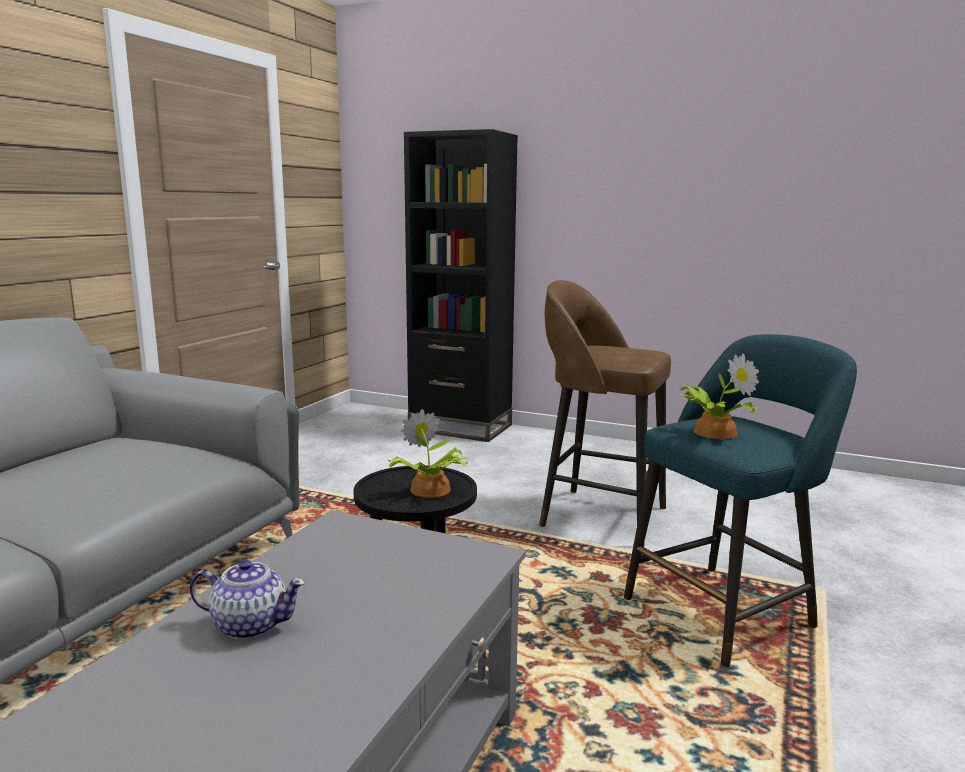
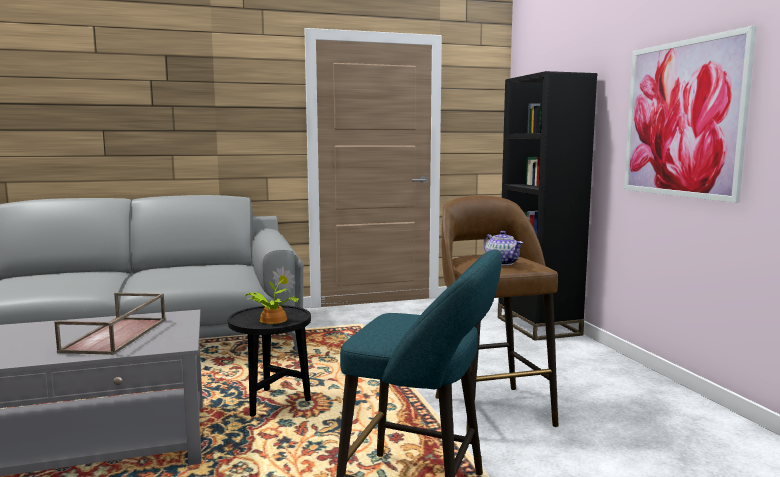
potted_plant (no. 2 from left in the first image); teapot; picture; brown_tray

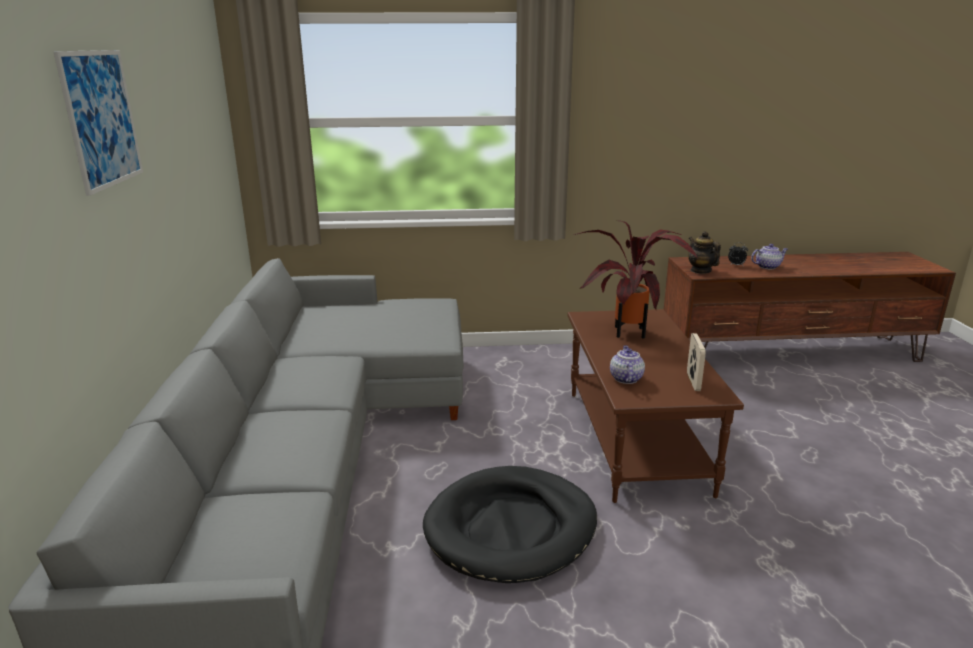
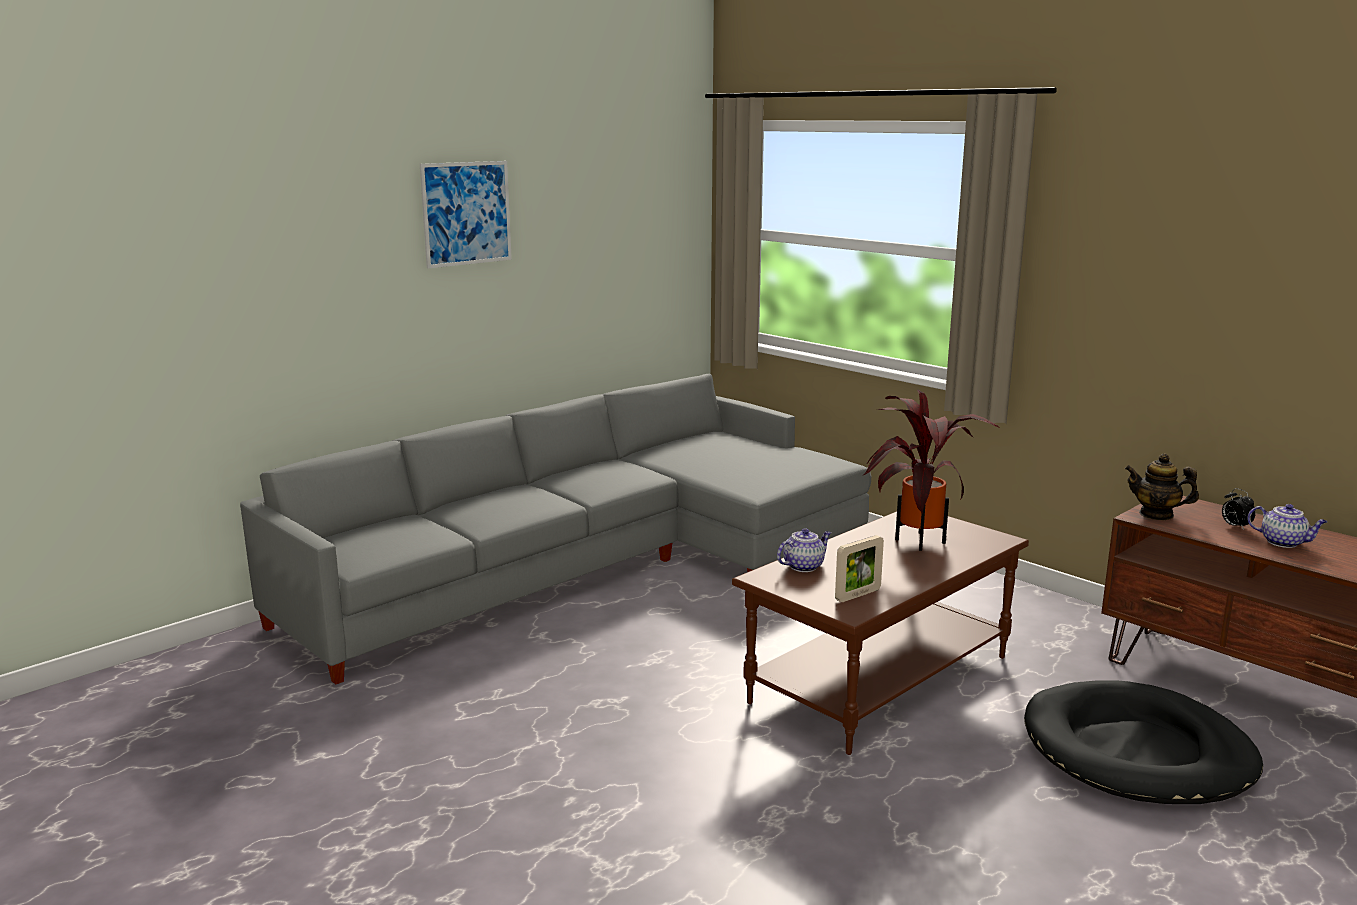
teapot (no. 2 from left); black_dog_bed

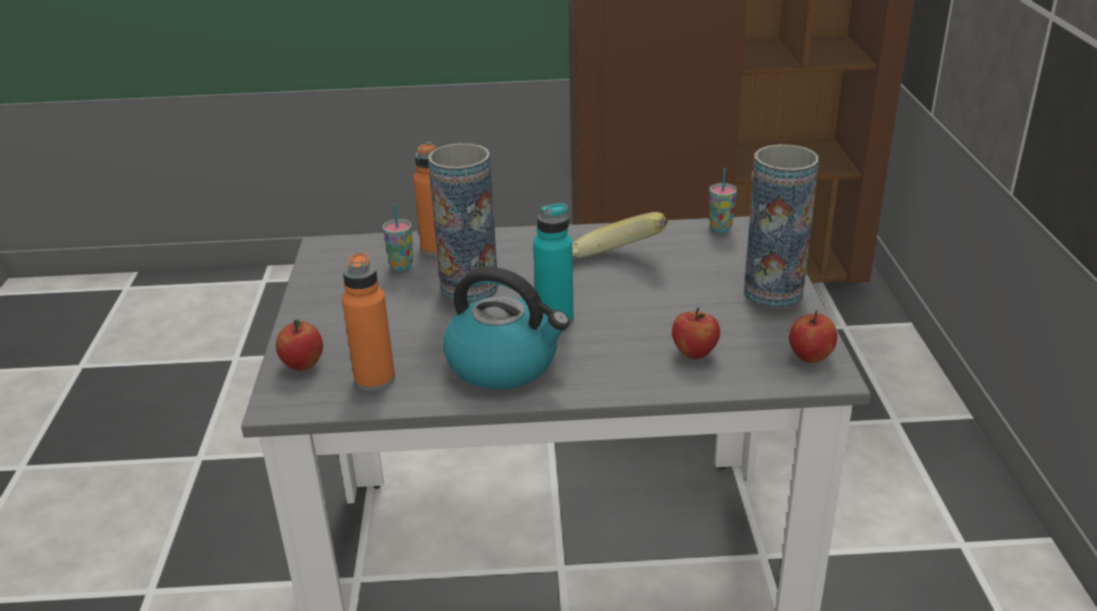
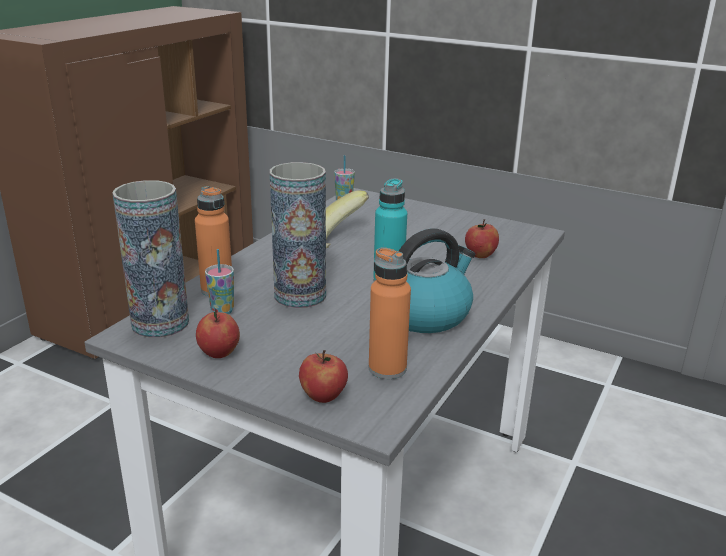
vase (no. 1 from left); apple (no. 1 from left)

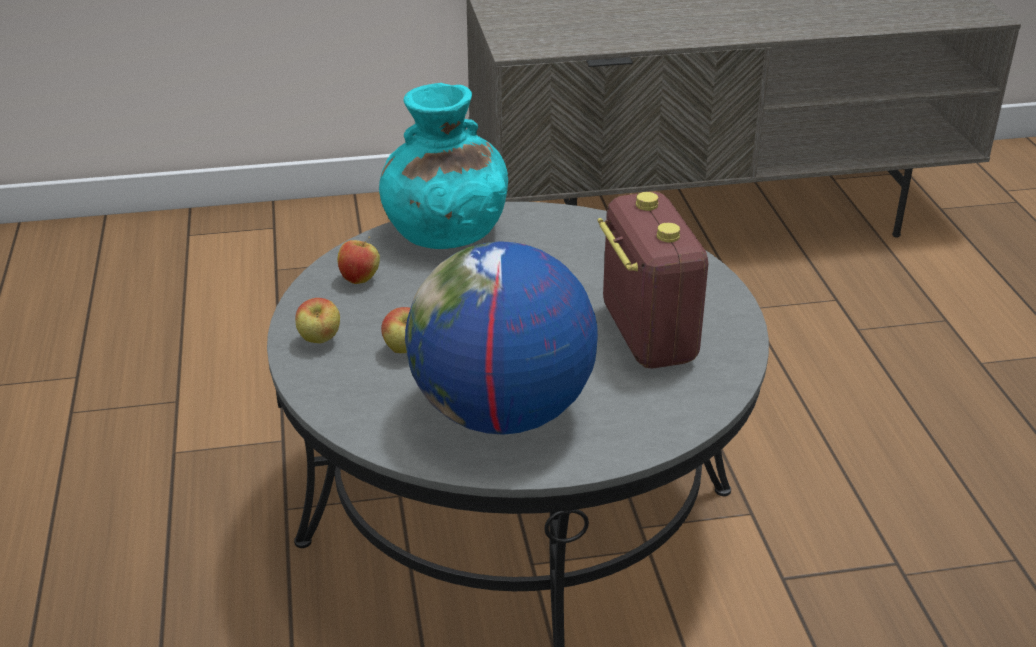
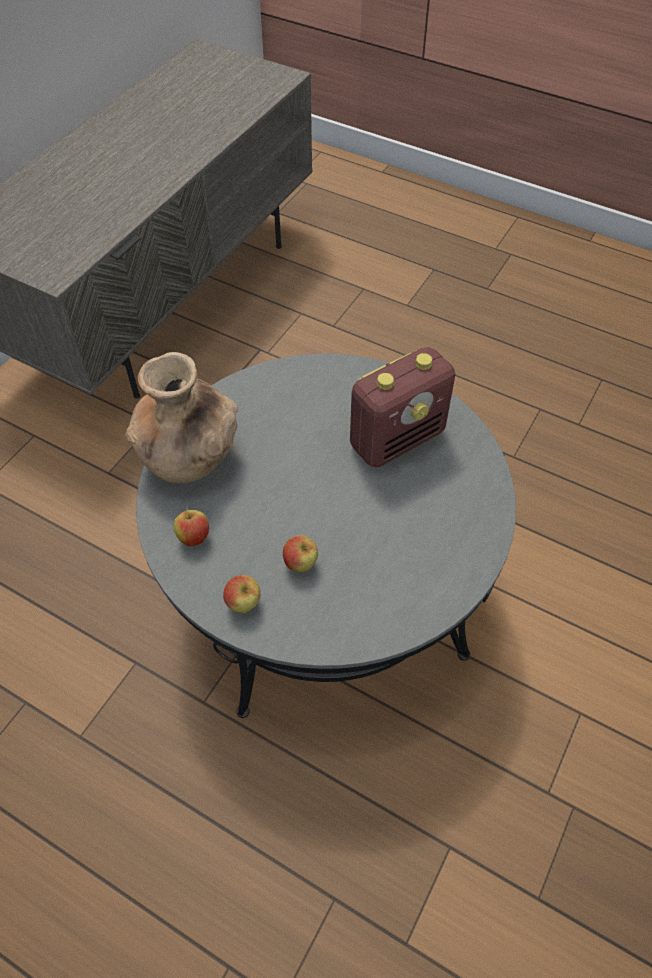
brown_vase; radio; globe

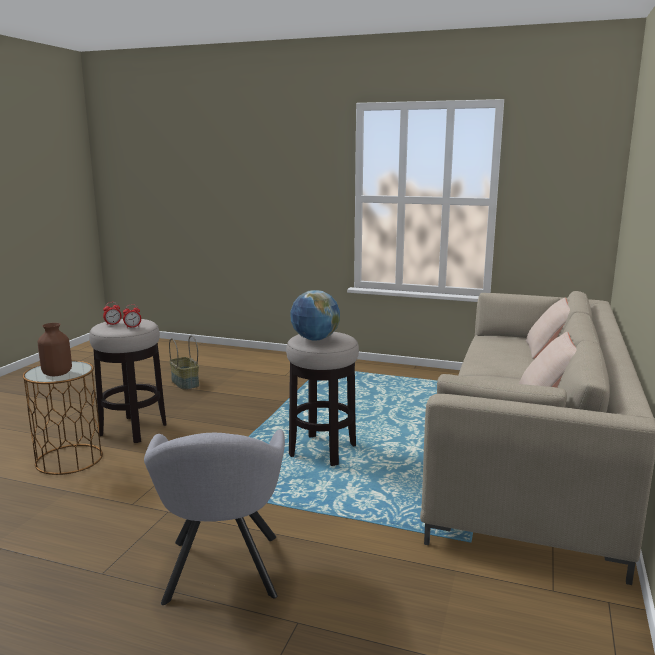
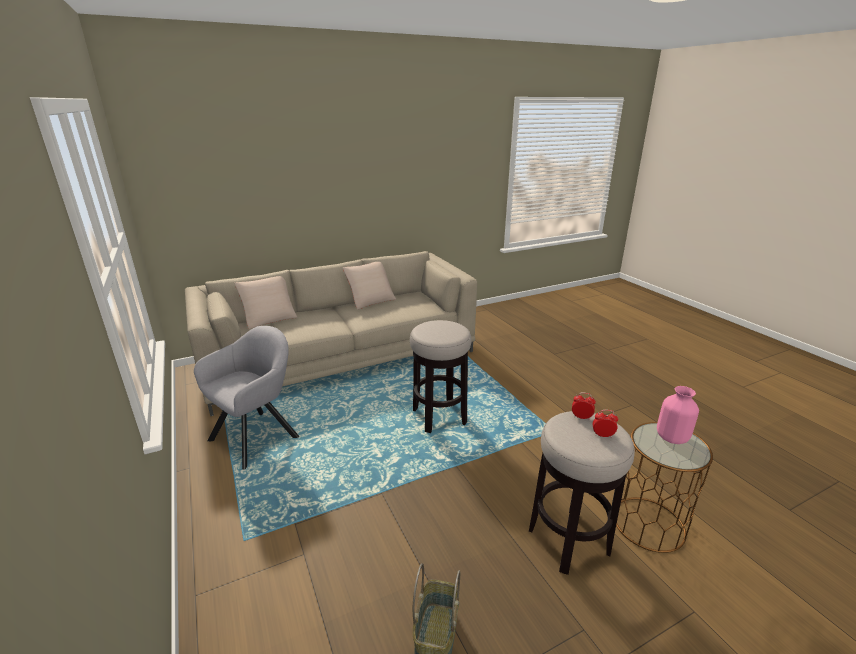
globe; pink_vase; grey_armchair

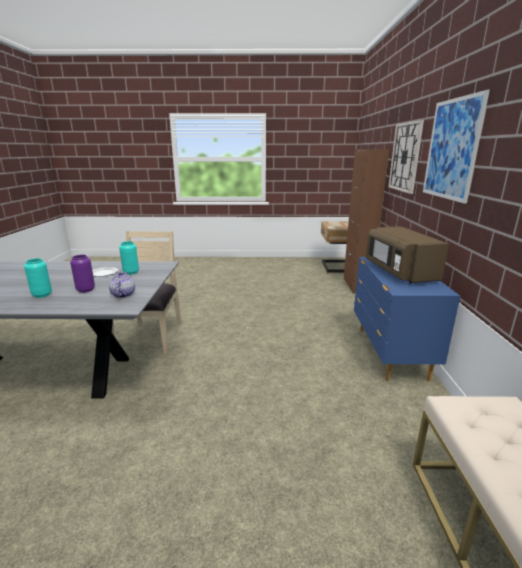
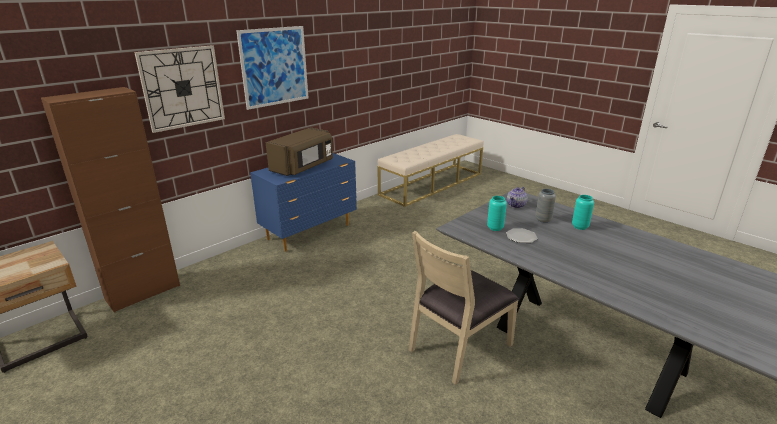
grey_vase

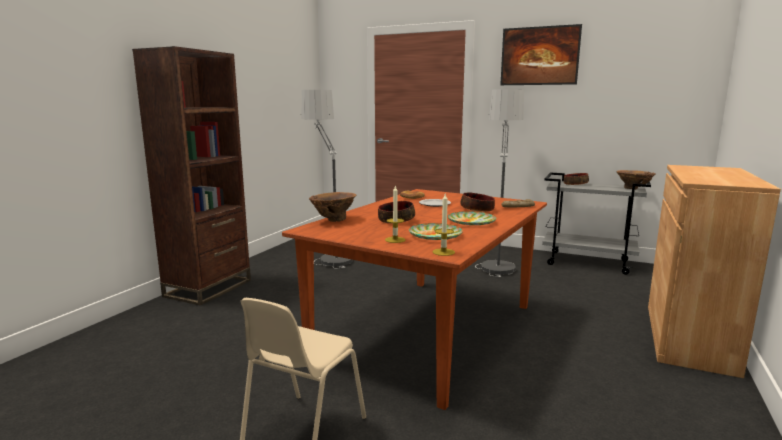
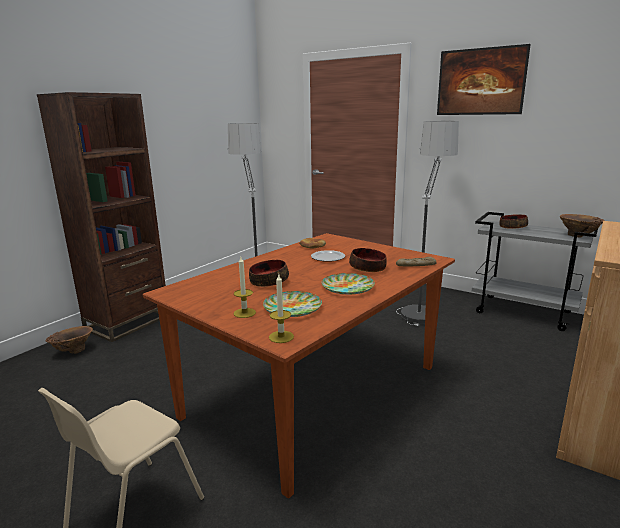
brown_vase (no. 1 from left)

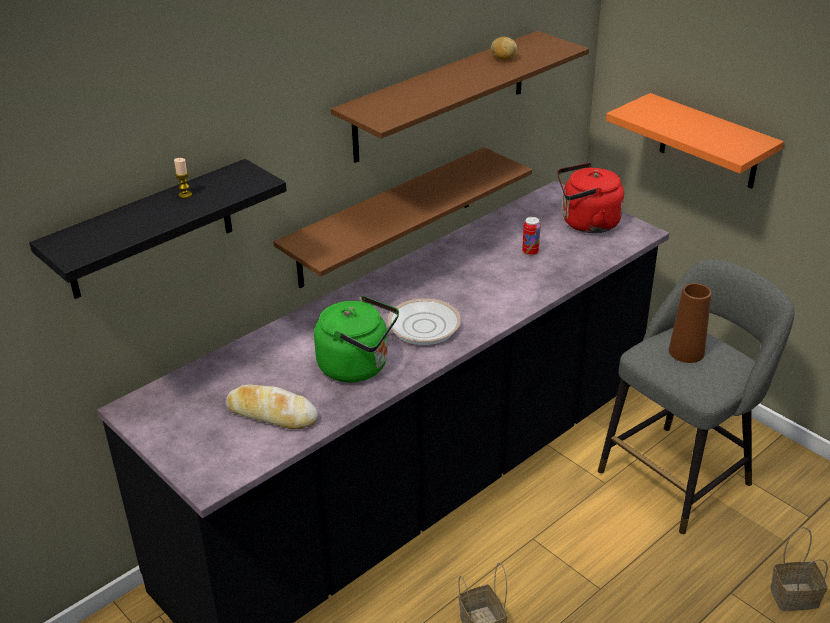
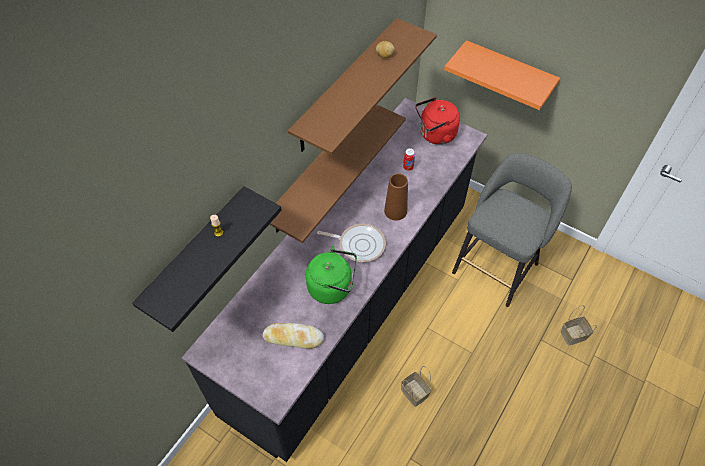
brown_vase

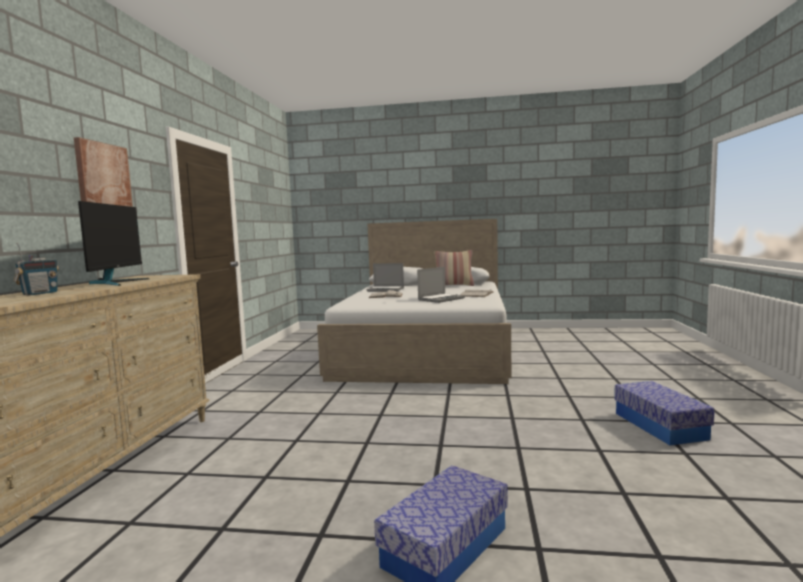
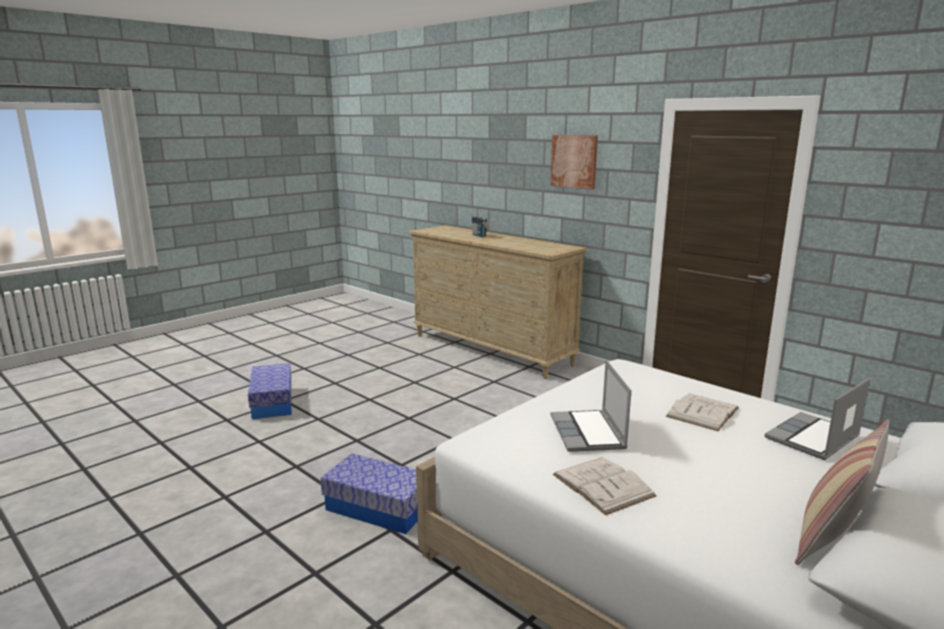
monitor; storage_box (no. 2 from left)

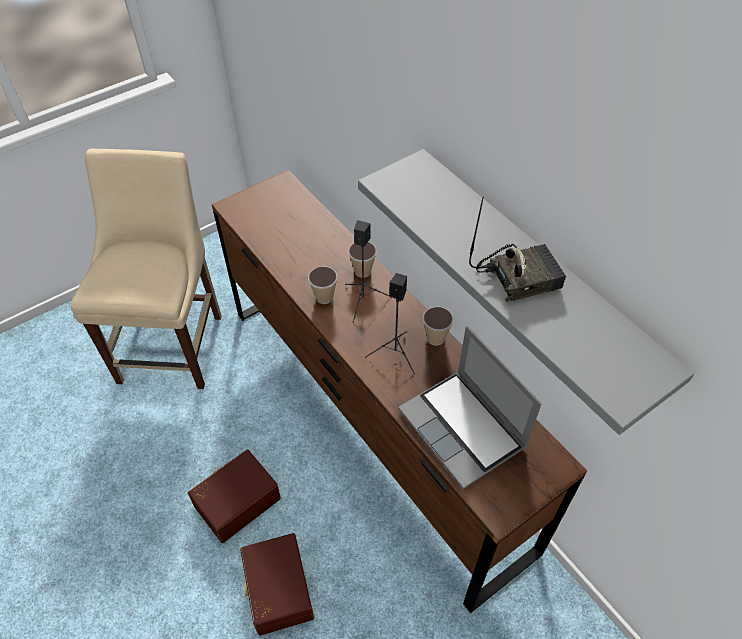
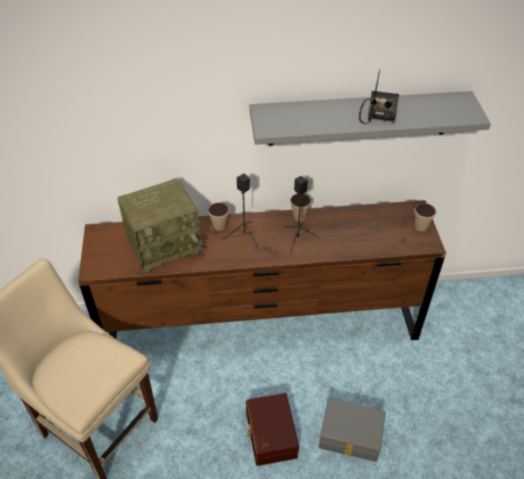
cup (no. 3 from left); laptop; grey_storage_box; radio (no. 1 from left)

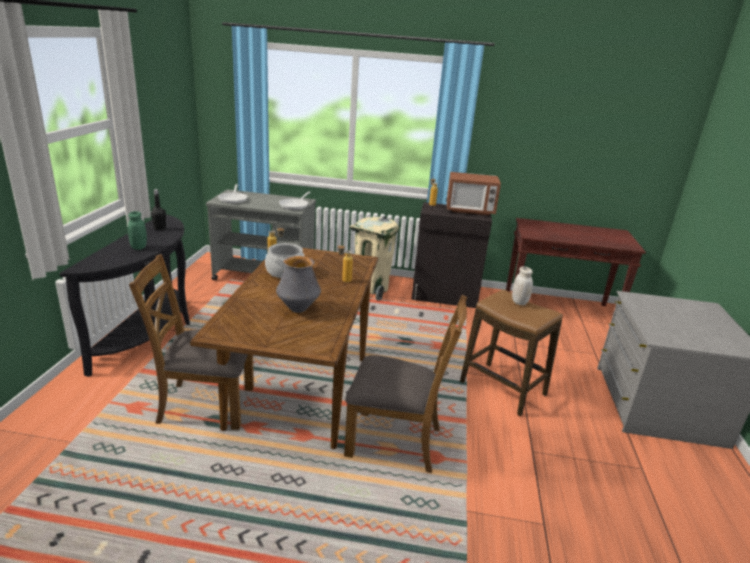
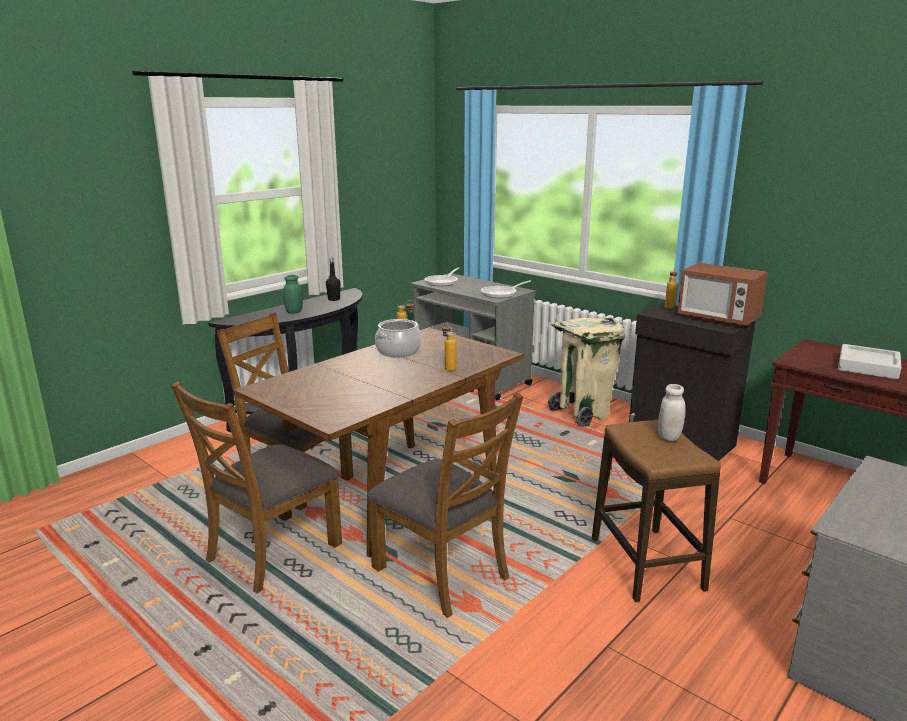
vase; grey_tray; brown_chair (no. 1 from left)

